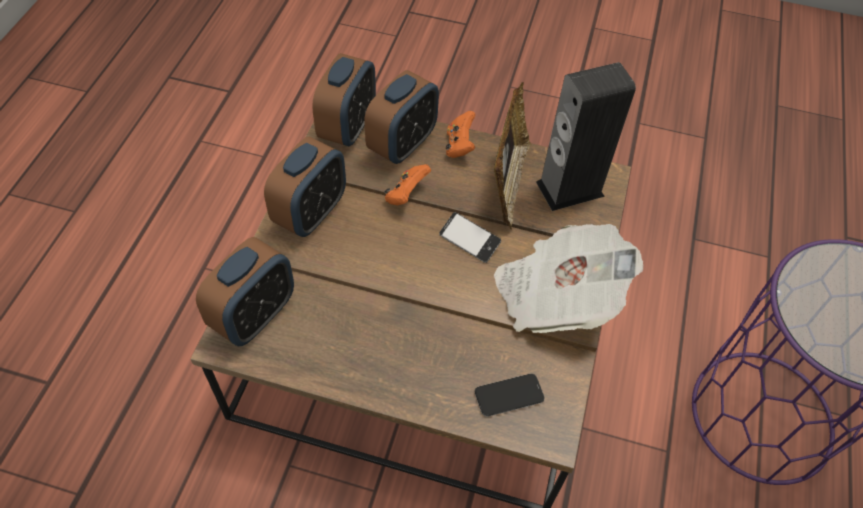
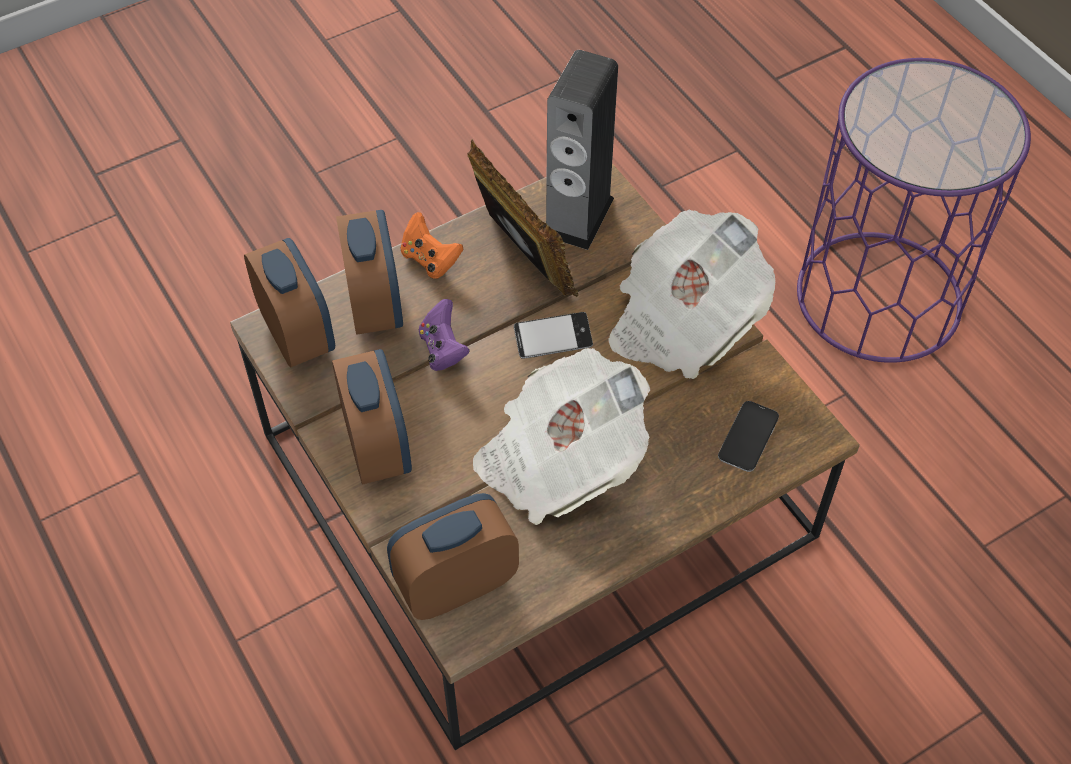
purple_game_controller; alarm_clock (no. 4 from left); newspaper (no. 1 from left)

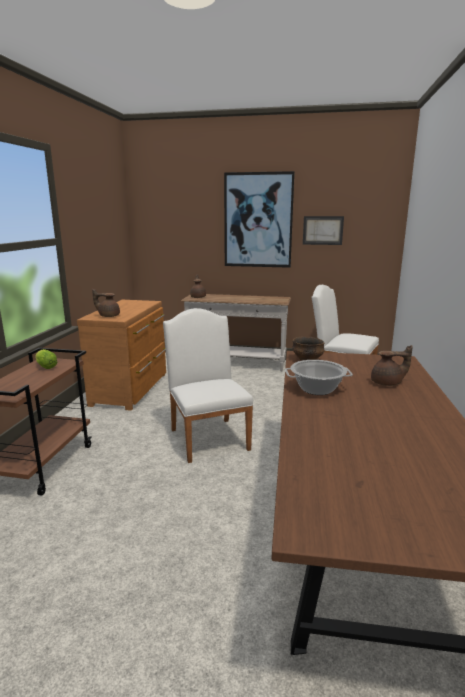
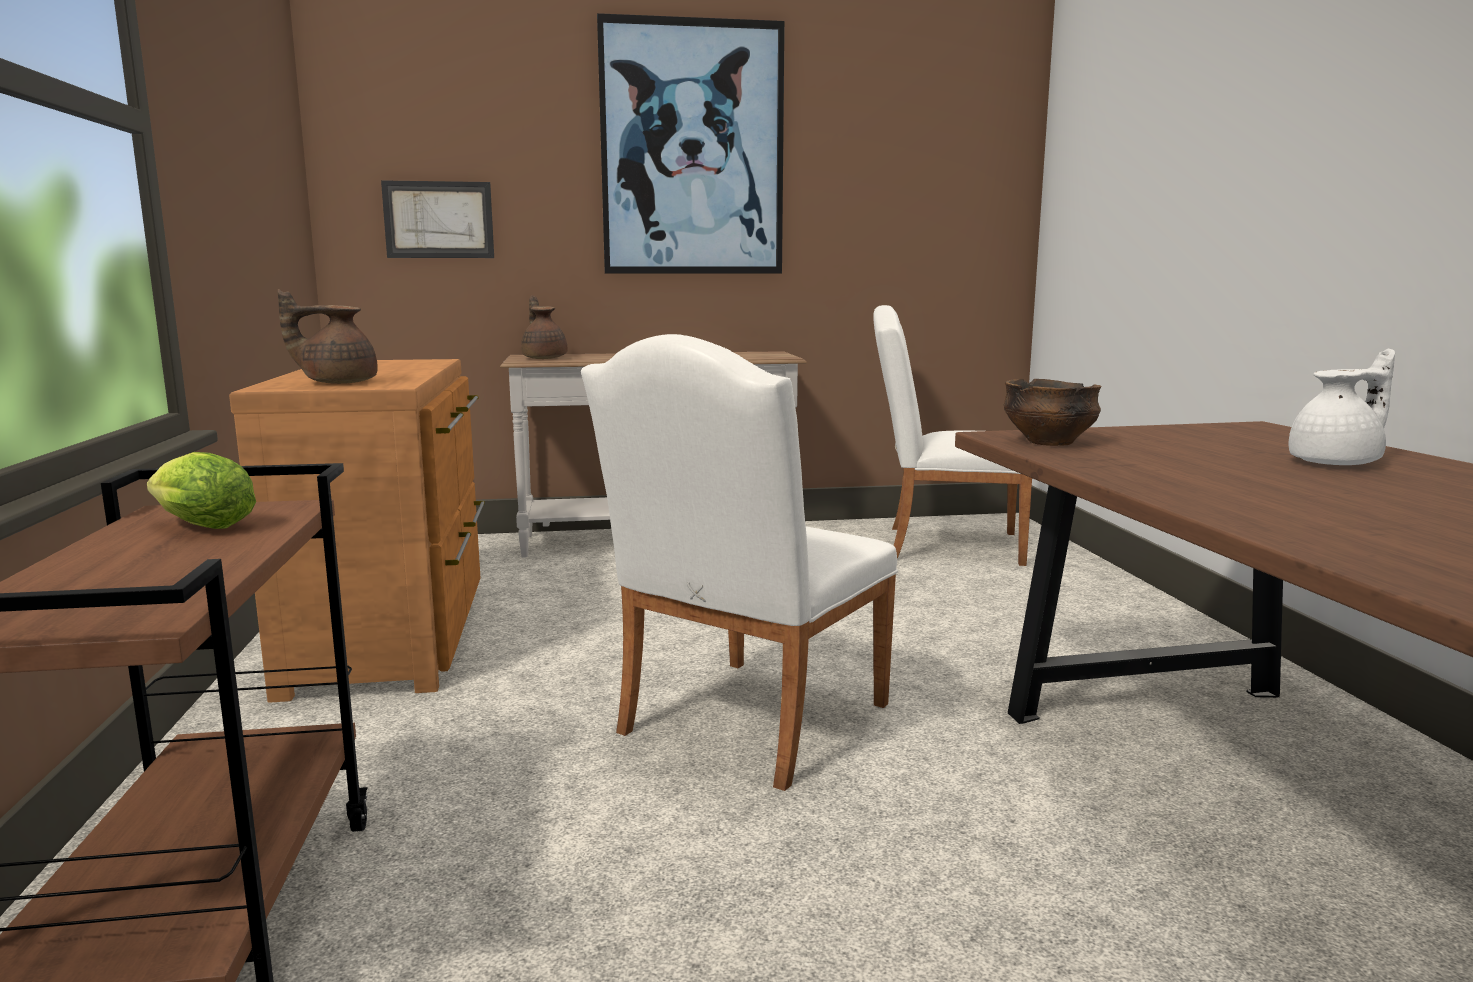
picture (no. 1 from left); white_chair (no. 1 from left); white_teapot; cooking_pot

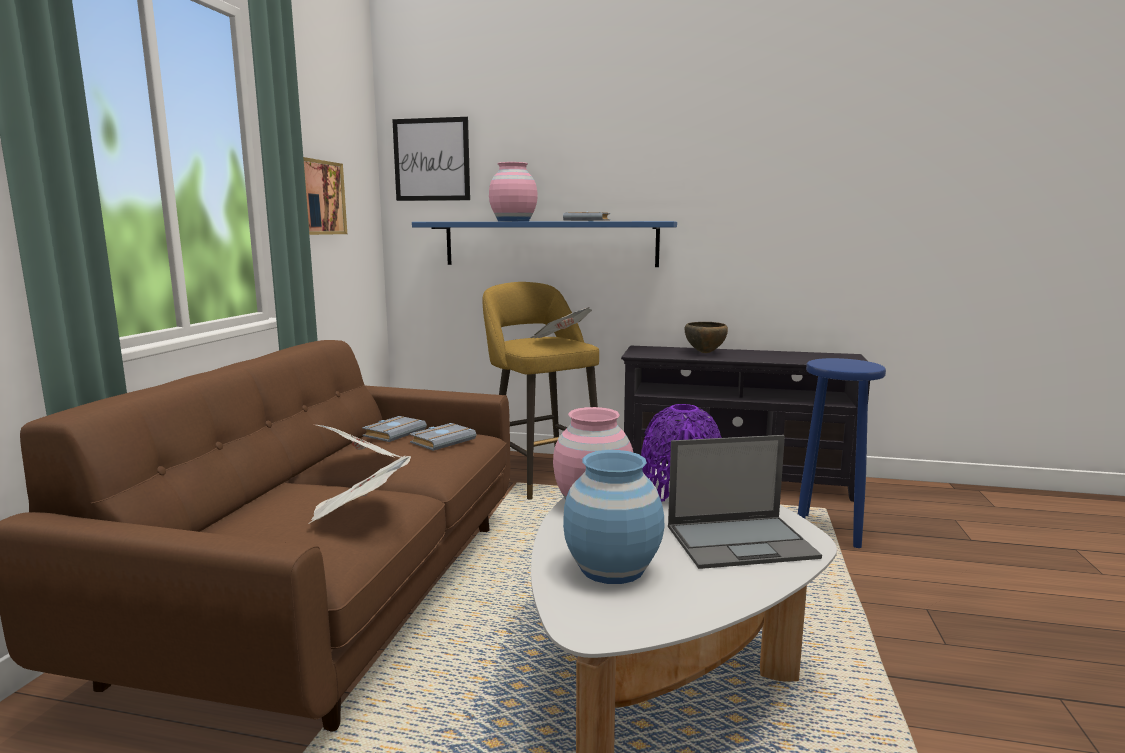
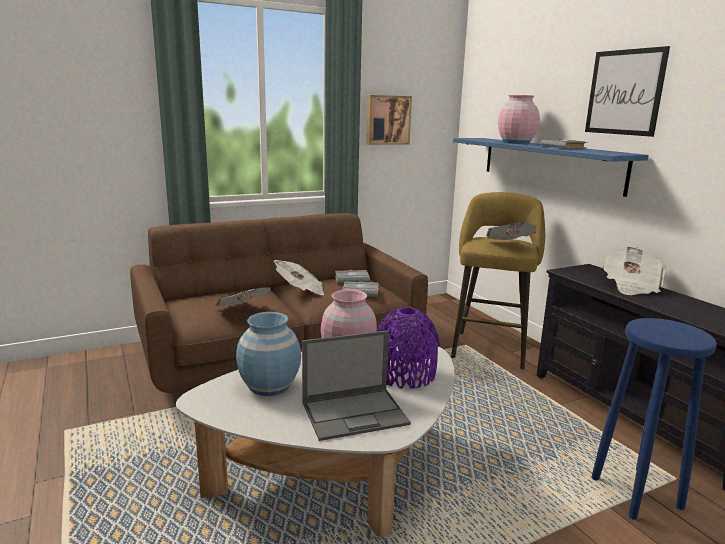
picture (no. 2 from left); newspaper (no. 4 from left); laptop

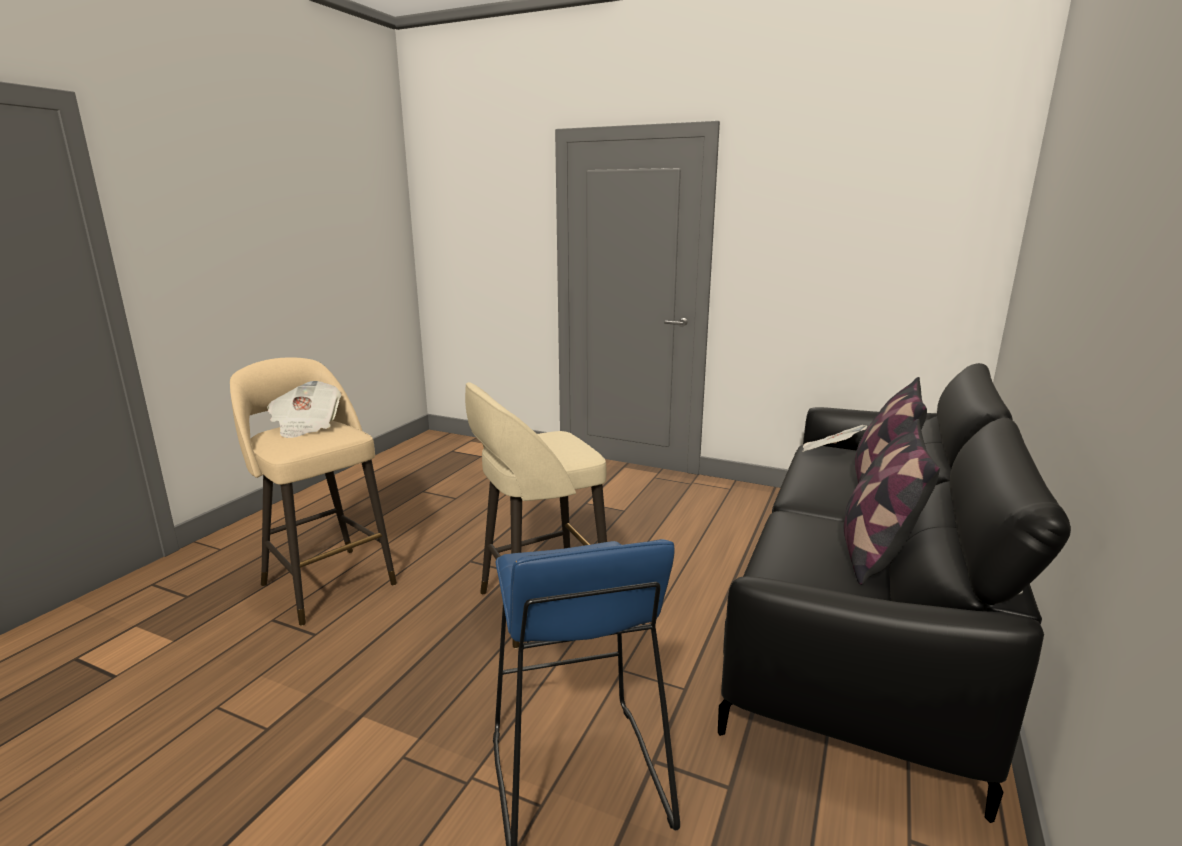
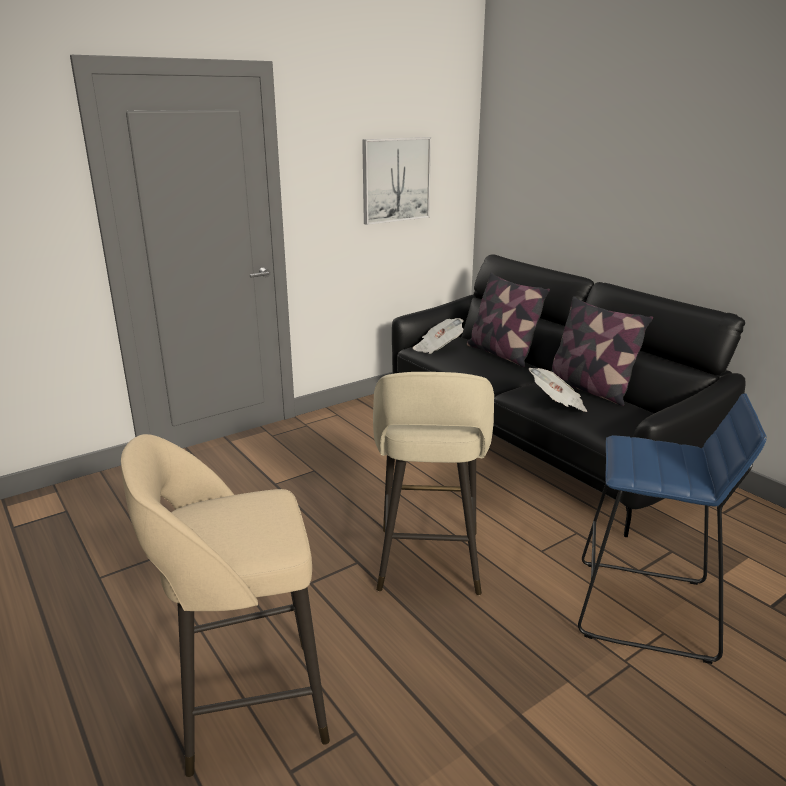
newspaper (no. 2 from left); picture

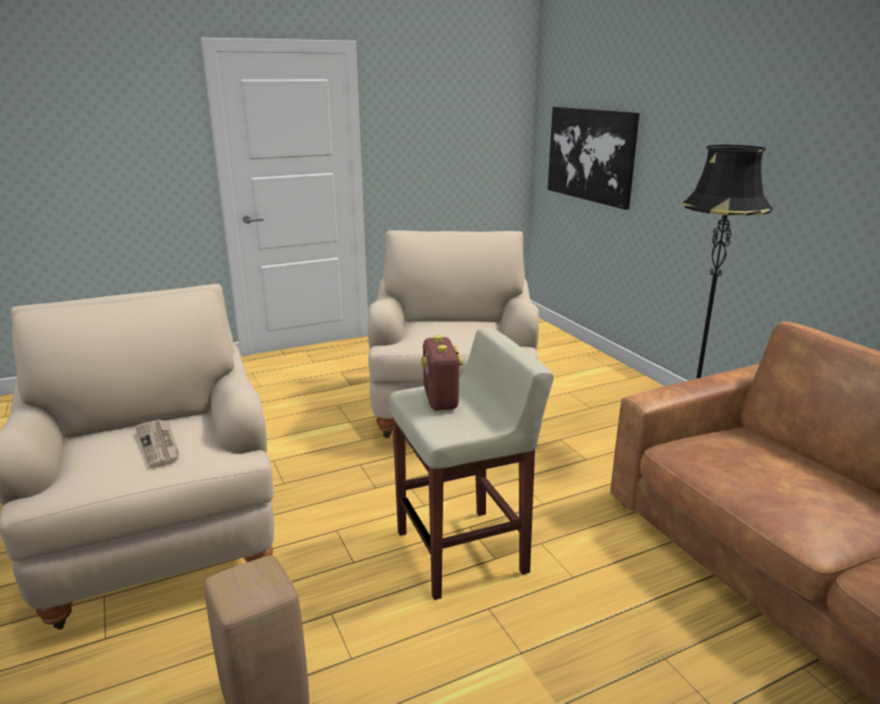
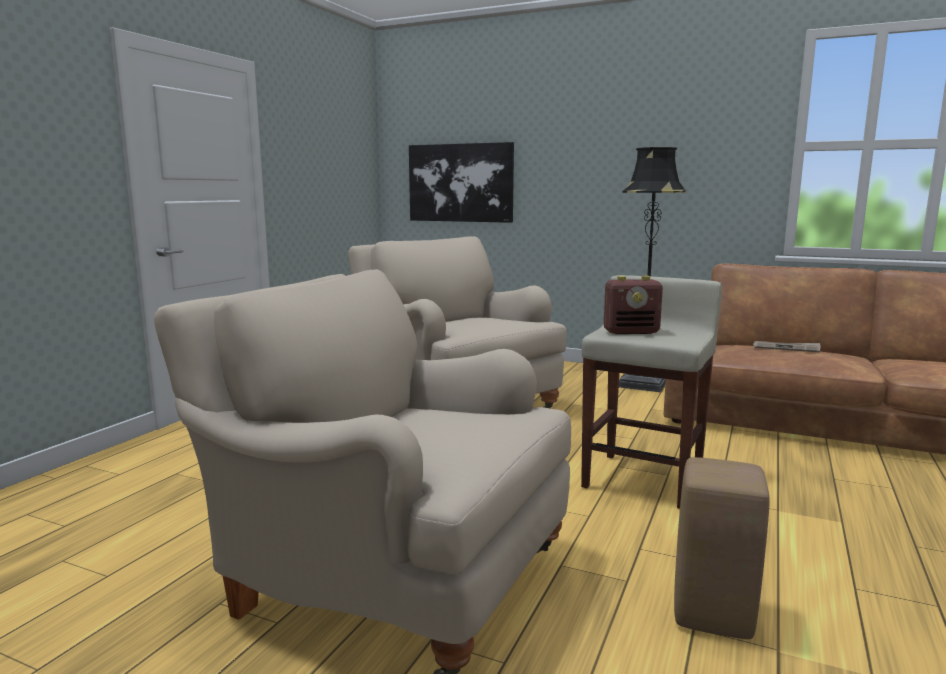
radio; newspaper

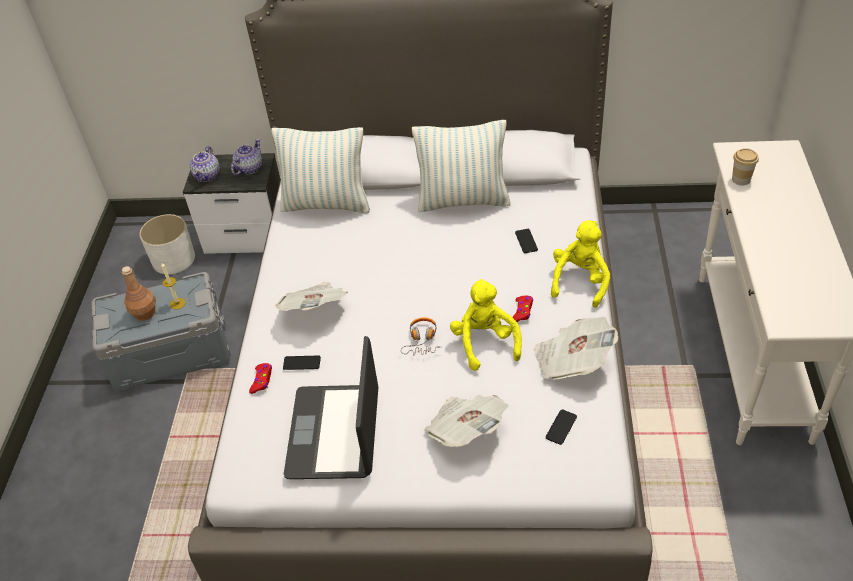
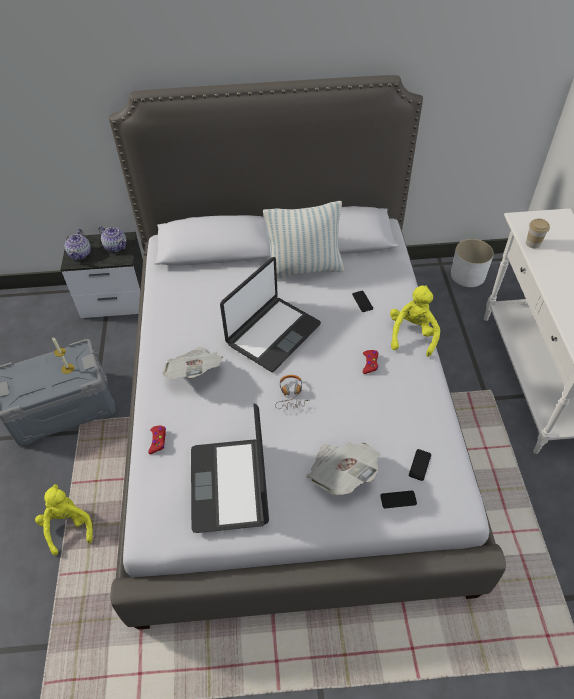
pillow (no. 1 from left in the first image); teapot (no. 2 from left); white_planter; brown_bottle; yellow_plush_toy (no. 1 from left); newspaper (no. 3 from left in the first image); phone (no. 2 from left); laptop (no. 2 from left)

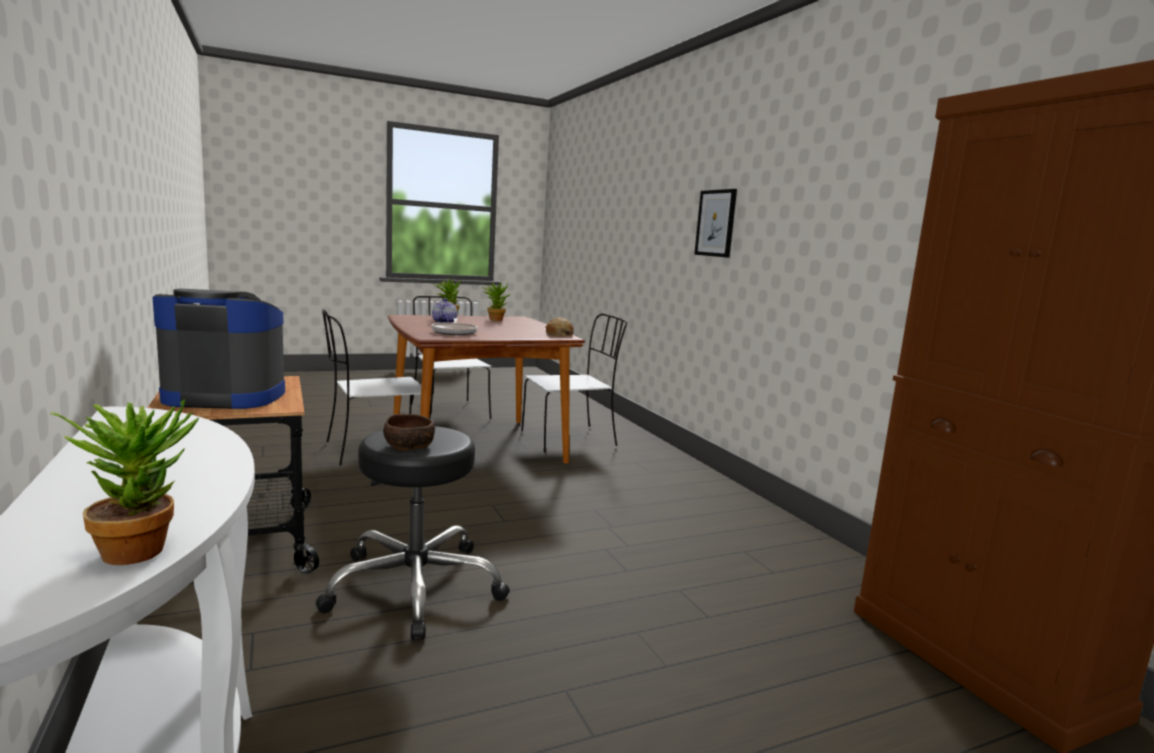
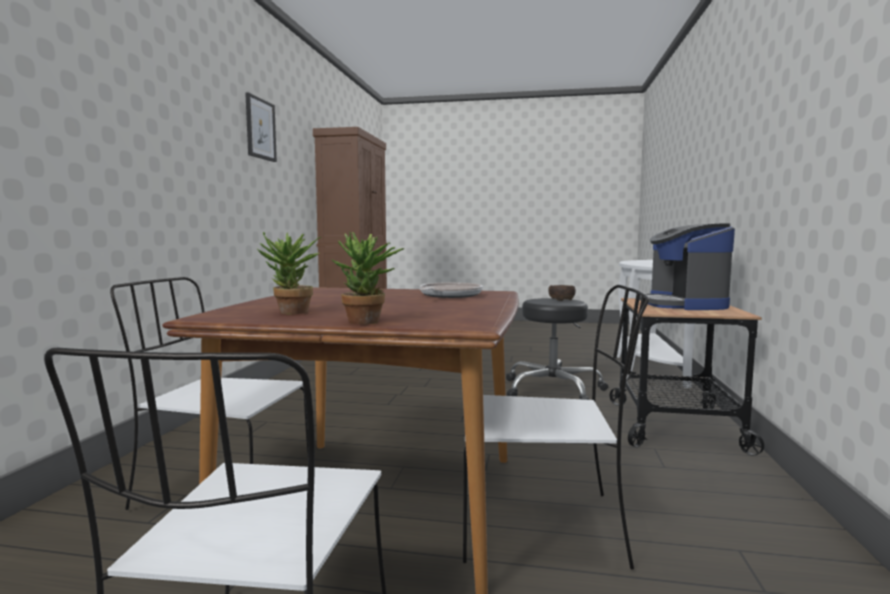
picture; coffee_machine; teapot; bread; potted_plant (no. 1 from left in the first image)

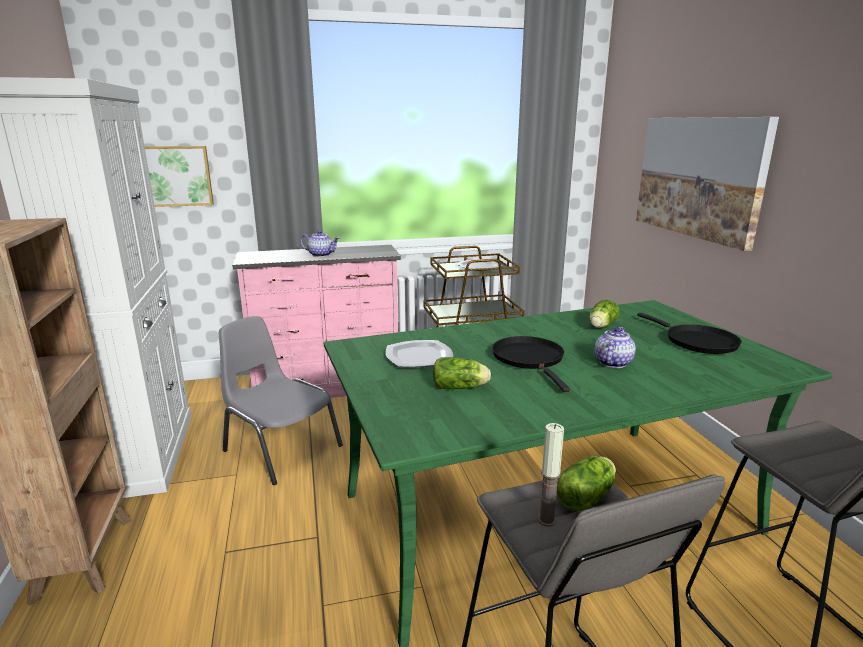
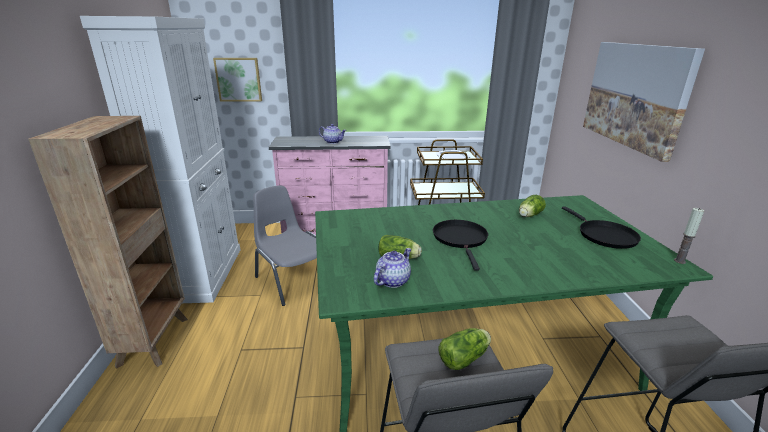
teapot (no. 2 from left); plate (no. 1 from left in the first image); candle

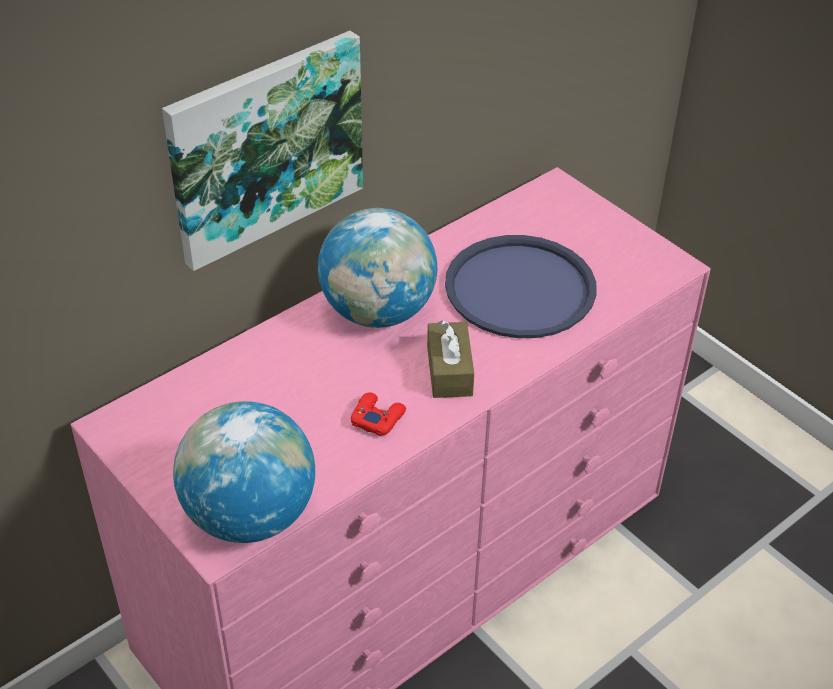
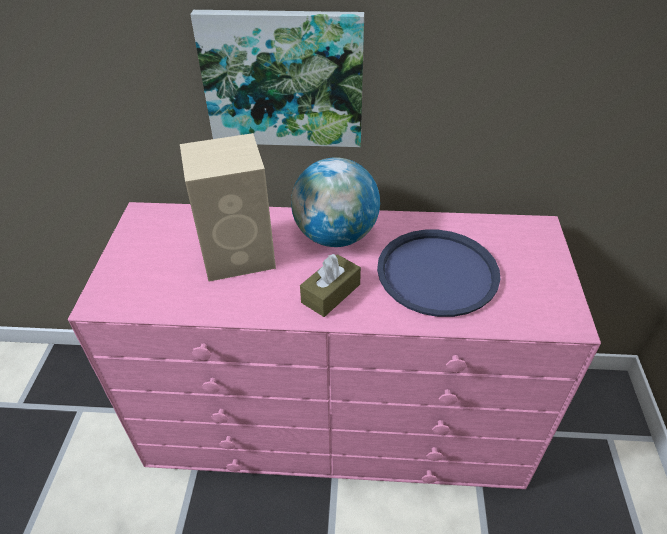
red_game_controller; globe (no. 1 from left in the first image); beige_speaker

